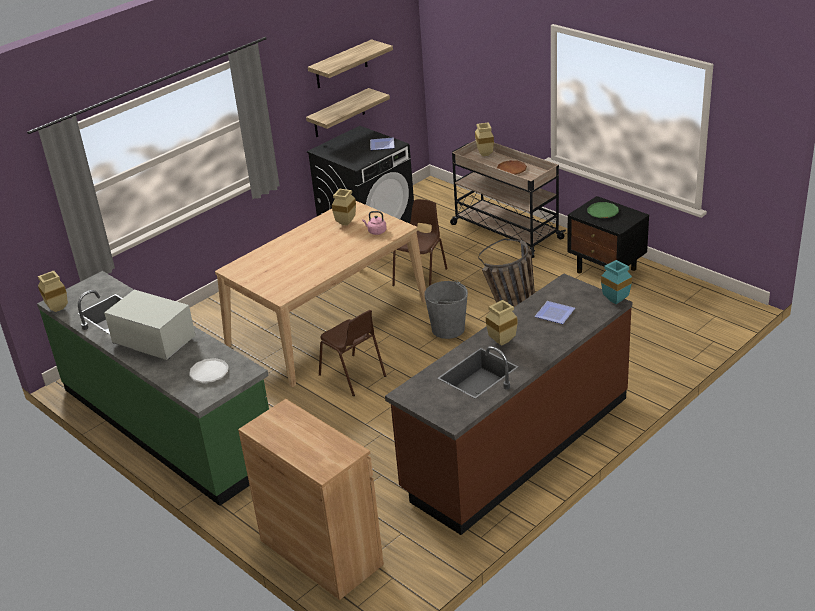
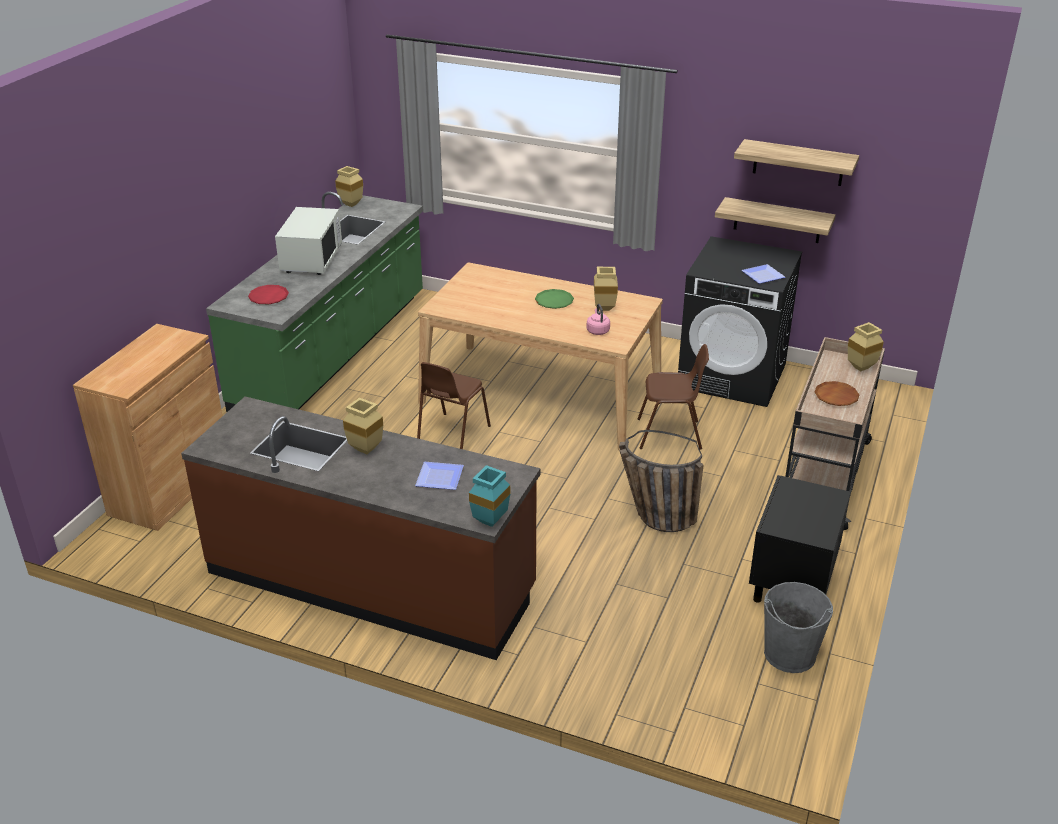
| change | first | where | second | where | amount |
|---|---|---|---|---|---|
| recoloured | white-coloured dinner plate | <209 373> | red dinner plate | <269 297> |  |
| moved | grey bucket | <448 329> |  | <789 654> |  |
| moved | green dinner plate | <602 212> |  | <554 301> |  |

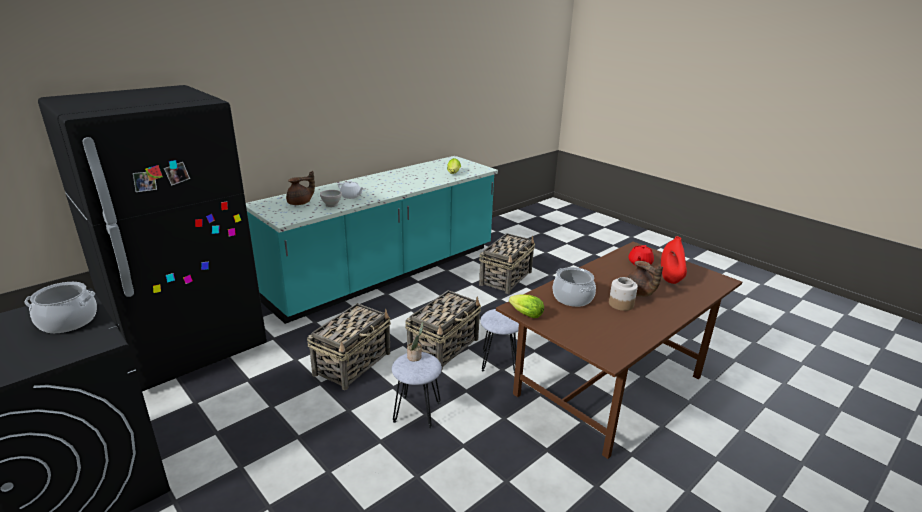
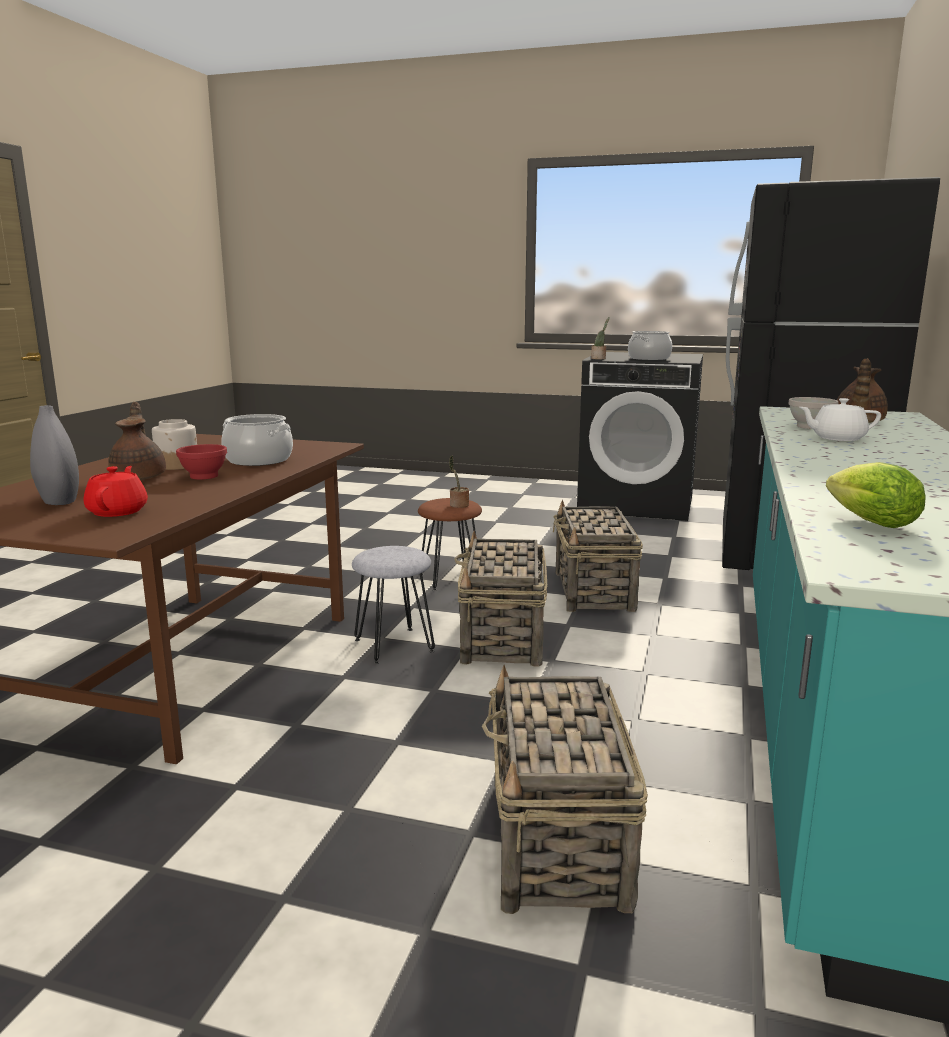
| change | first | where | second | where | amount |
|---|---|---|---|---|---|
| recoloured | grey sitting stool | <416 411> | brownish sitting stool | <451 579> |  |
| removed | lettuce head | <524 314> |  |  |  |
| turned | brownish pot for tea | <639 293> |  | <140 477> | 45 degrees clockwise |
| recoloured | red vase | <670 279> | grey vase | <58 500> |  |
| added |  |  | red serving bowl | <204 476> |  |
| added |  |  | plant in a pot | <599 359> |  |

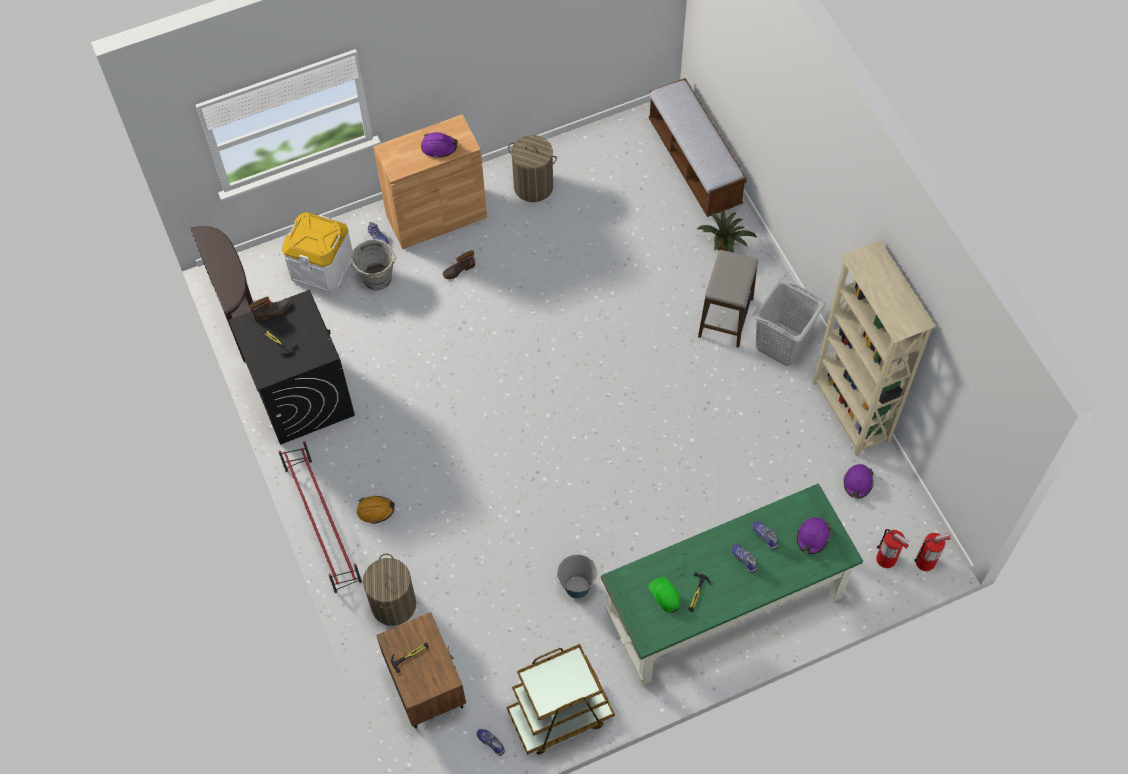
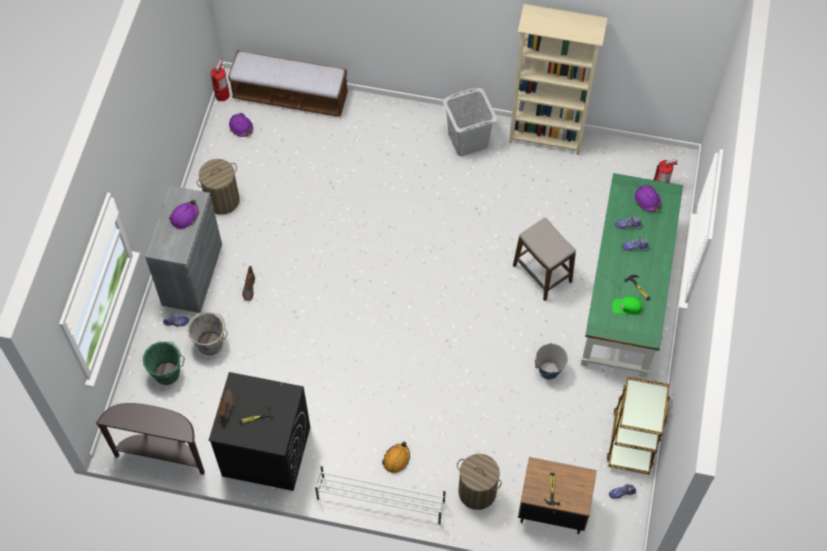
| change | first | where | second | where | amount |
|---|---|---|---|---|---|
| recoloured | red shoe stand | <323 524> | white-coloured shoe stand | <380 500> |  |
| replaced | white-coloured storage box | <322 266> | green bucket | <168 373> |  |
| recoloured | brownish cabinet | <436 216> | grey cabinet | <192 274> |  |
| removed | plant in a pot | <724 245> |  |  |  |
| moved | sitting stool | <725 318> |  | <542 274> |  |
| moved | purple hard hat | <858 483> |  | <241 127> |  |
| moved | fire extinguisher | <925 561> |  | <222 95> |  |

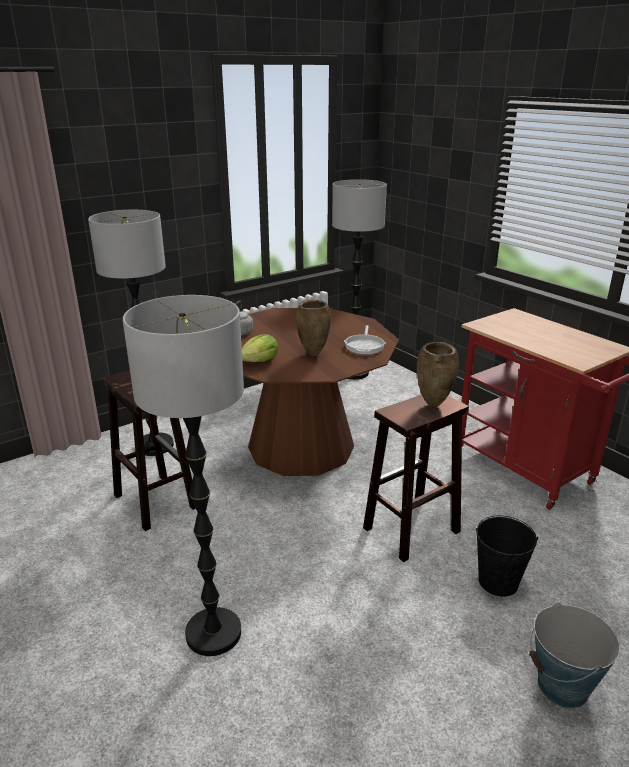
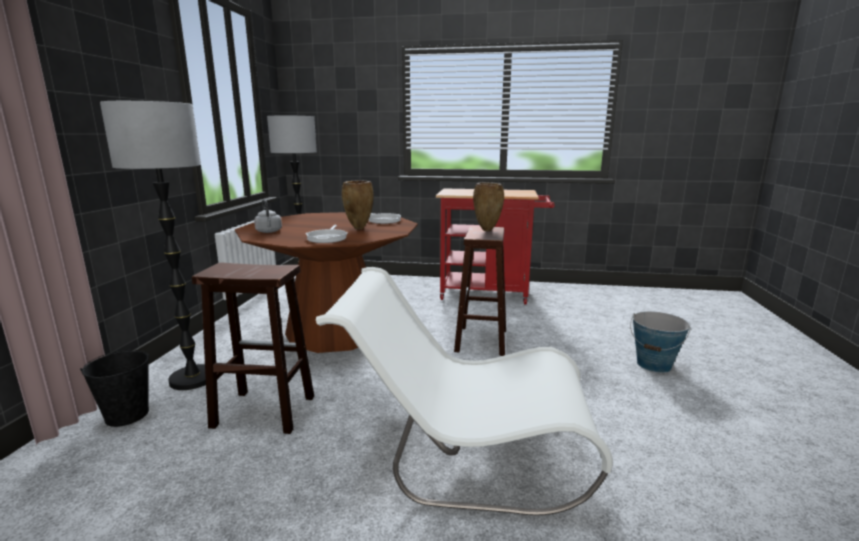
| change | first | where | second | where | amount |
|---|---|---|---|---|---|
| replaced | standard lamp | <213 633> | white-coloured upright chair | <465 455> |  |
| replaced | lettuce head | <260 361> | frying pan | <327 238> |  |
| moved | black-coloured bucket | <498 582> |  | <127 415> |  |

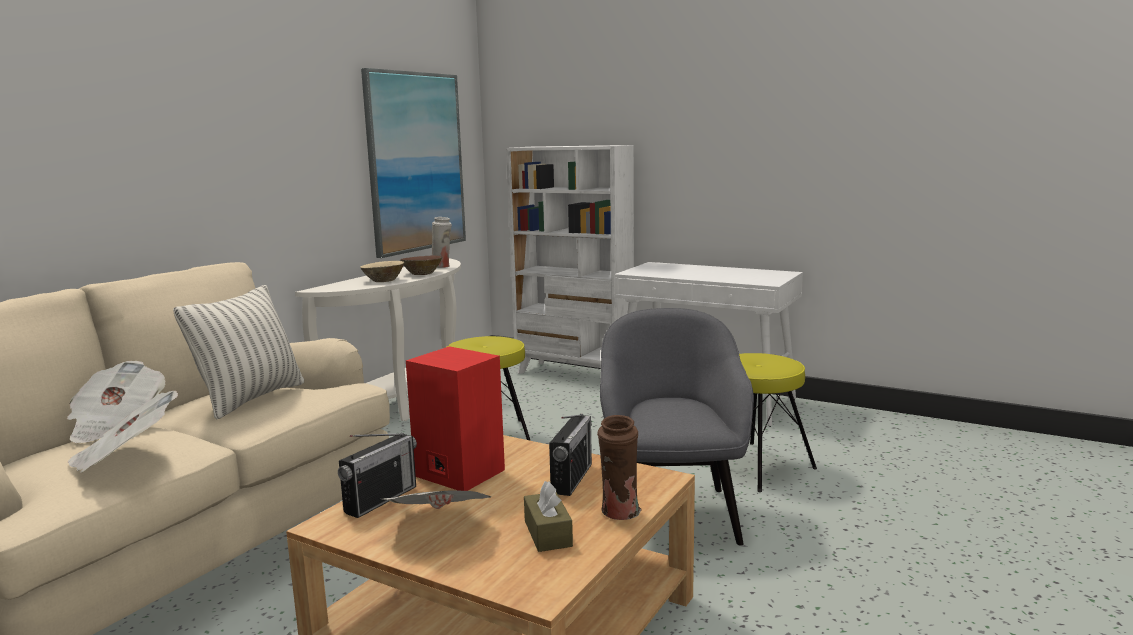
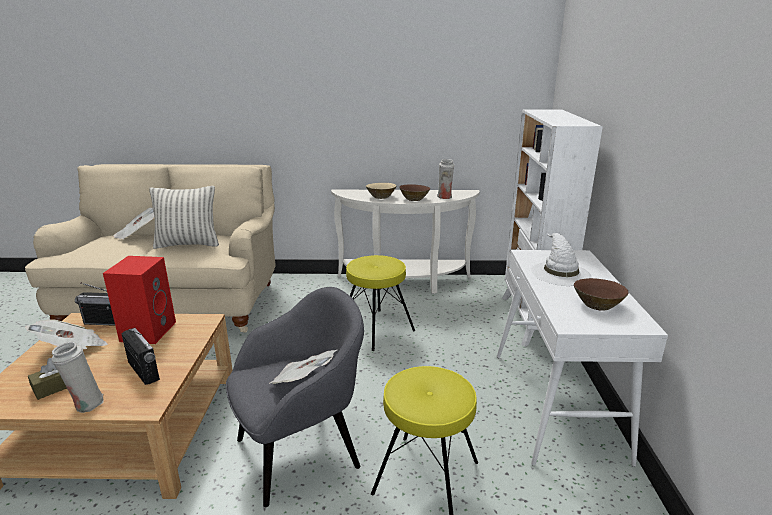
| change | first | where | second | where | amount |
|---|---|---|---|---|---|
| moved | printed paper | <125 457> |  | <304 382> |  |
| removed | picture | <415 162> |  |  |  |
| turned | radio | <572 478> |  | <143 371> | 120 degrees counterclockwise |
| recoloured | brownish vase | <620 513> | white-coloured vase | <86 404> |  |
| added |  |  | white-coloured hat | <560 273> |  |
| added |  |  | brownish serving bowl | <597 305> |  |

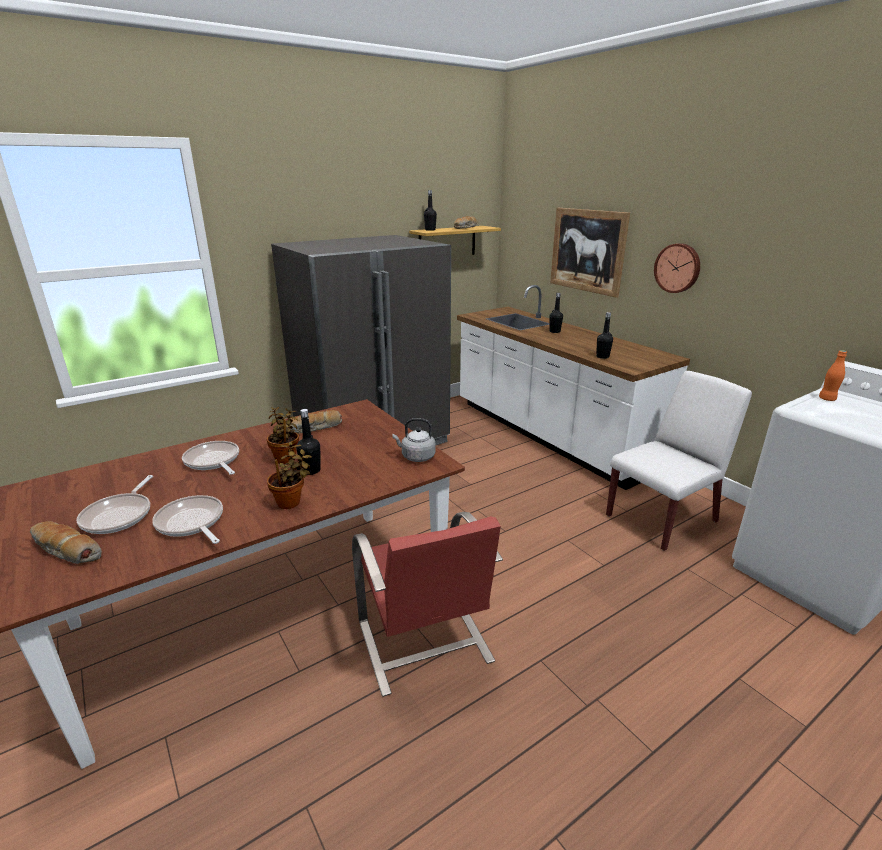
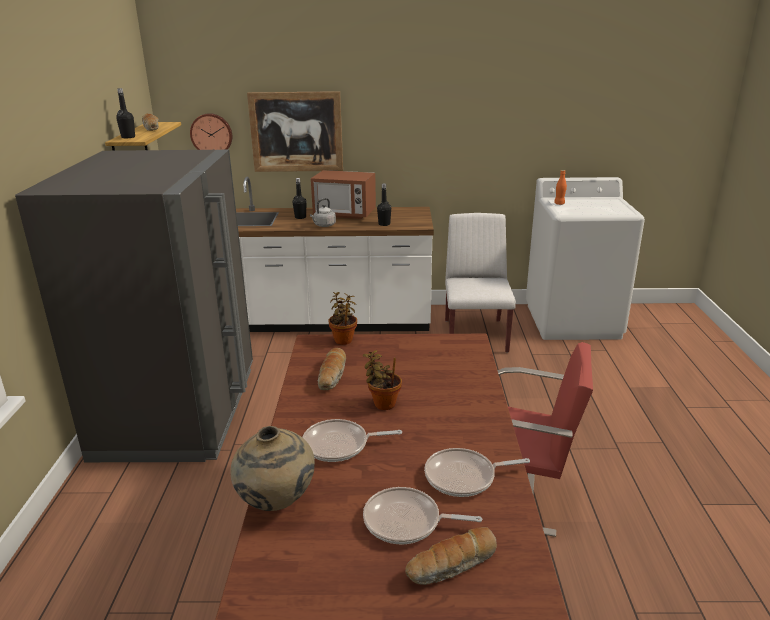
| change | first | where | second | where | amount |
|---|---|---|---|---|---|
| turned | frying pan | <120 515> |  | <406 522> | 150 degrees clockwise |
| moved | plant in a pot | <291 502> |  | <343 339> |  |
| removed | black-coloured beverage bottle | <311 470> |  |  |  |
| moved | grey kettle | <416 457> |  | <324 225> |  |
| moved | wall clock | <678 268> |  | <211 134> |  |
| added |  |  | beige vase | <277 504> |  |
| added |  |  | kitchen microwave | <344 214> |  |

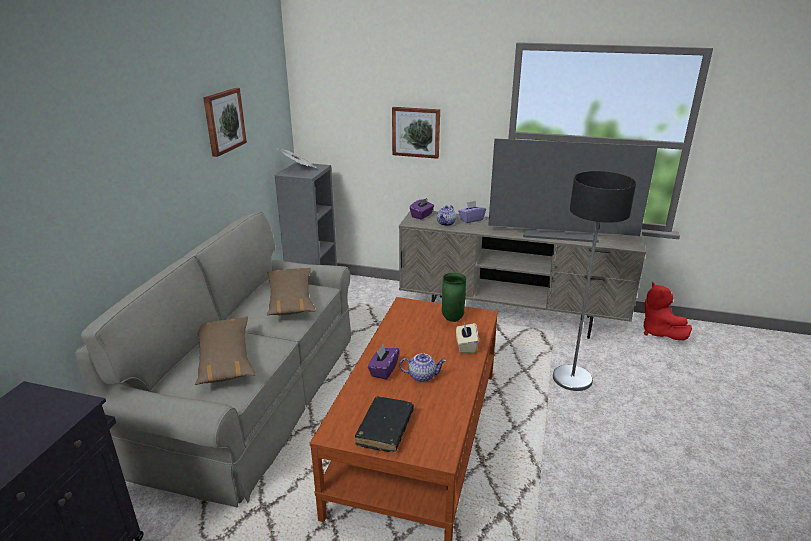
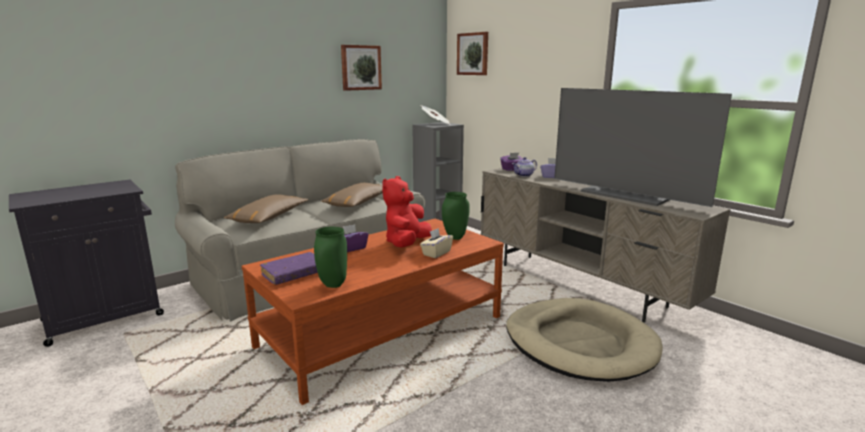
| change | first | where | second | where | amount |
|---|---|---|---|---|---|
| recoloured | black-coloured volume | <385 429> | purple volume | <294 274> |  |
| moved | picture | <416 132> |  | <473 54> |  |
| removed | pot for tea | <422 376> |  |  |  |
| replaced | standard lamp | <571 378> | beige dog bed | <579 343> |  |
| moved | red soft toy | <659 332> |  | <406 244> |  |
| added |  |  | green vase | <332 285> |  |

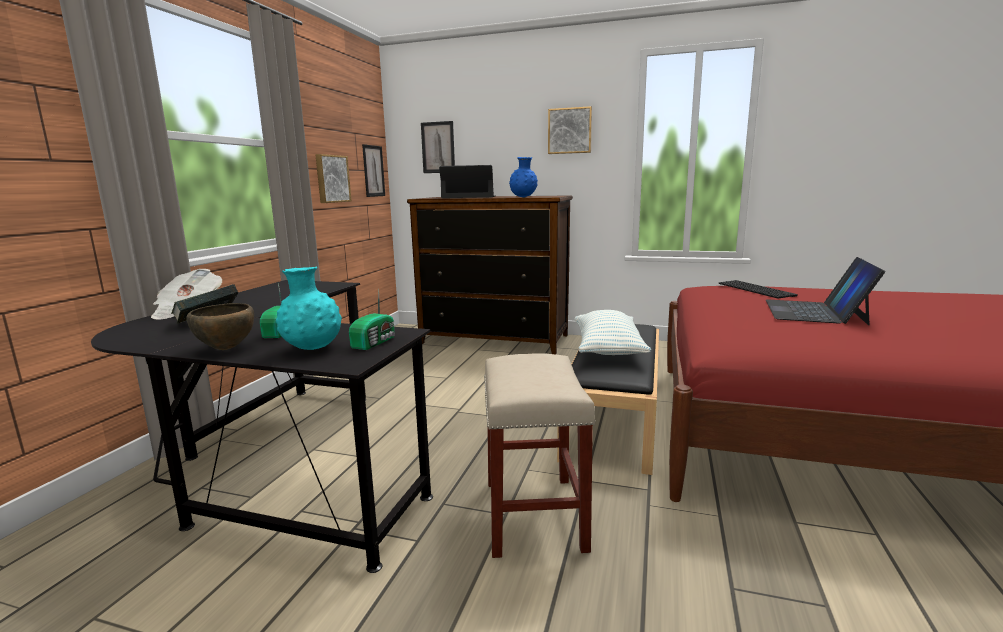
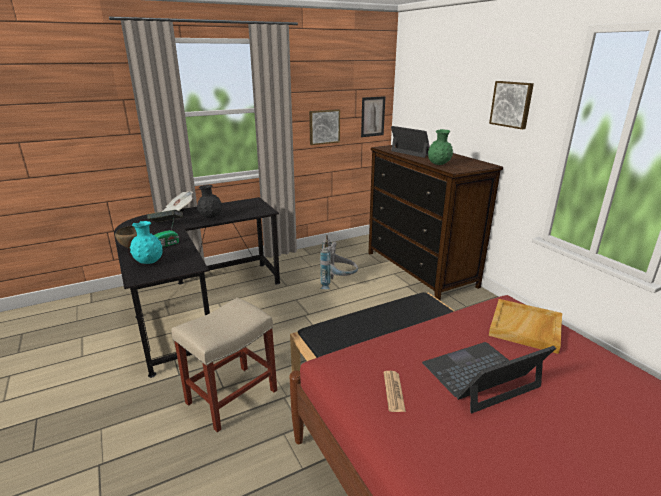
| change | first | where | second | where | amount |
|---|---|---|---|---|---|
| removed | radio | <375 342> |  |  |  |
| removed | picture | <438 147> |  |  |  |
| recoloured | blue-coloured vase | <523 197> | green vase | <439 164> |  |
| removed | pillow | <607 349> |  |  |  |
| replaced | PC keyboard | <757 289> | beige carrying tray | <526 328> |  |
| added |  |  | black-coloured vase | <211 217> |  |
| added |  |  | grey knapsack | <337 284> |  |
| added |  |  | printed paper | <393 391> |  |

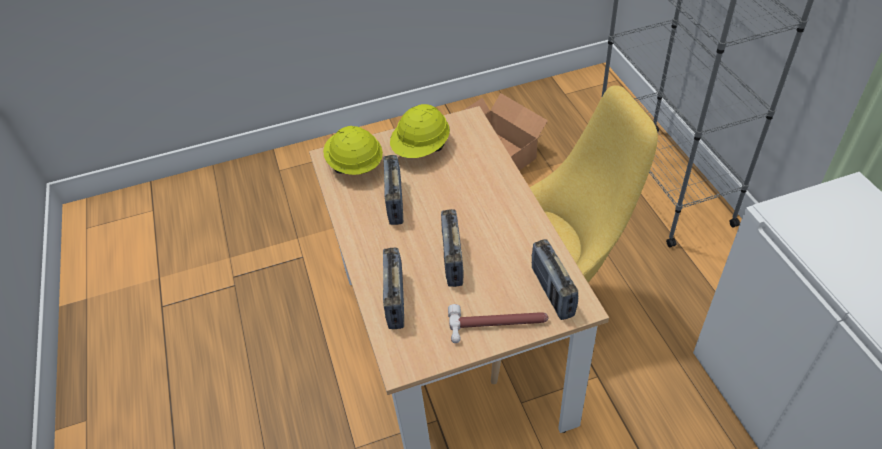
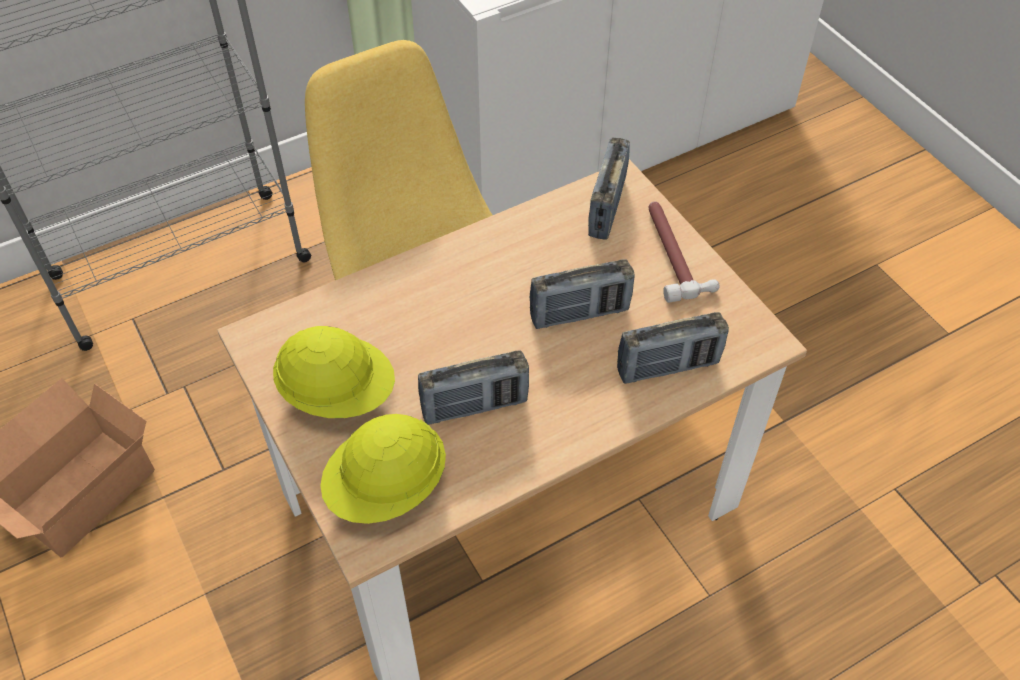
| change | first | where | second | where | amount |
|---|---|---|---|---|---|
| turned | radio | <552 292> |  | <606 208> | 135 degrees clockwise |

